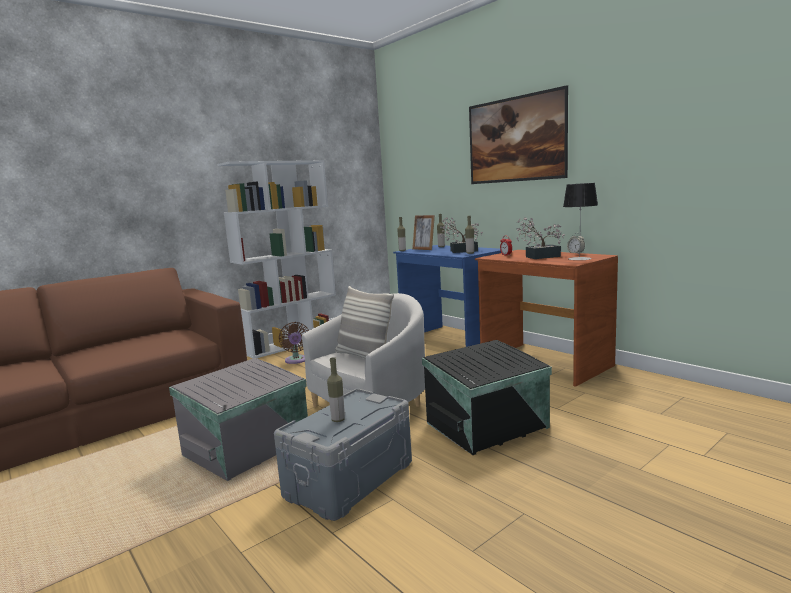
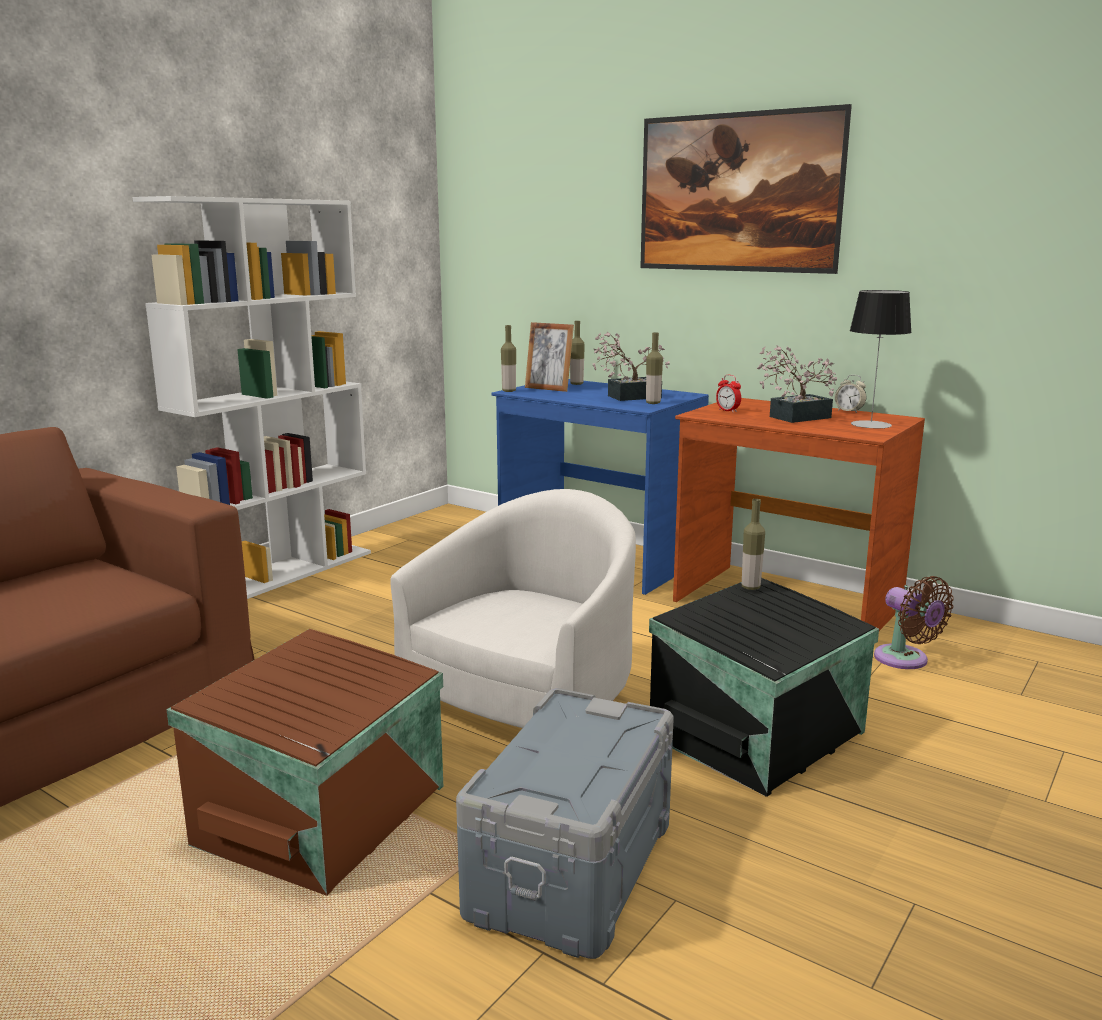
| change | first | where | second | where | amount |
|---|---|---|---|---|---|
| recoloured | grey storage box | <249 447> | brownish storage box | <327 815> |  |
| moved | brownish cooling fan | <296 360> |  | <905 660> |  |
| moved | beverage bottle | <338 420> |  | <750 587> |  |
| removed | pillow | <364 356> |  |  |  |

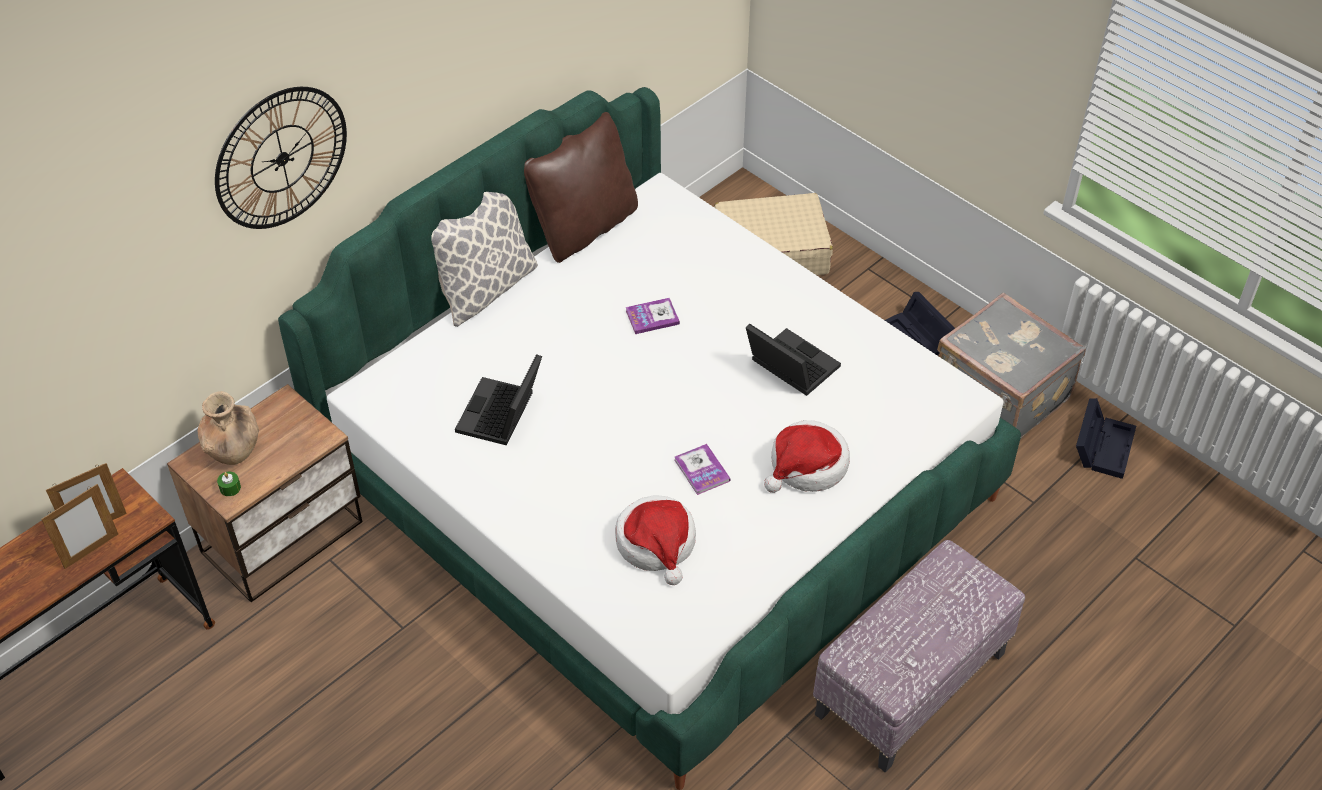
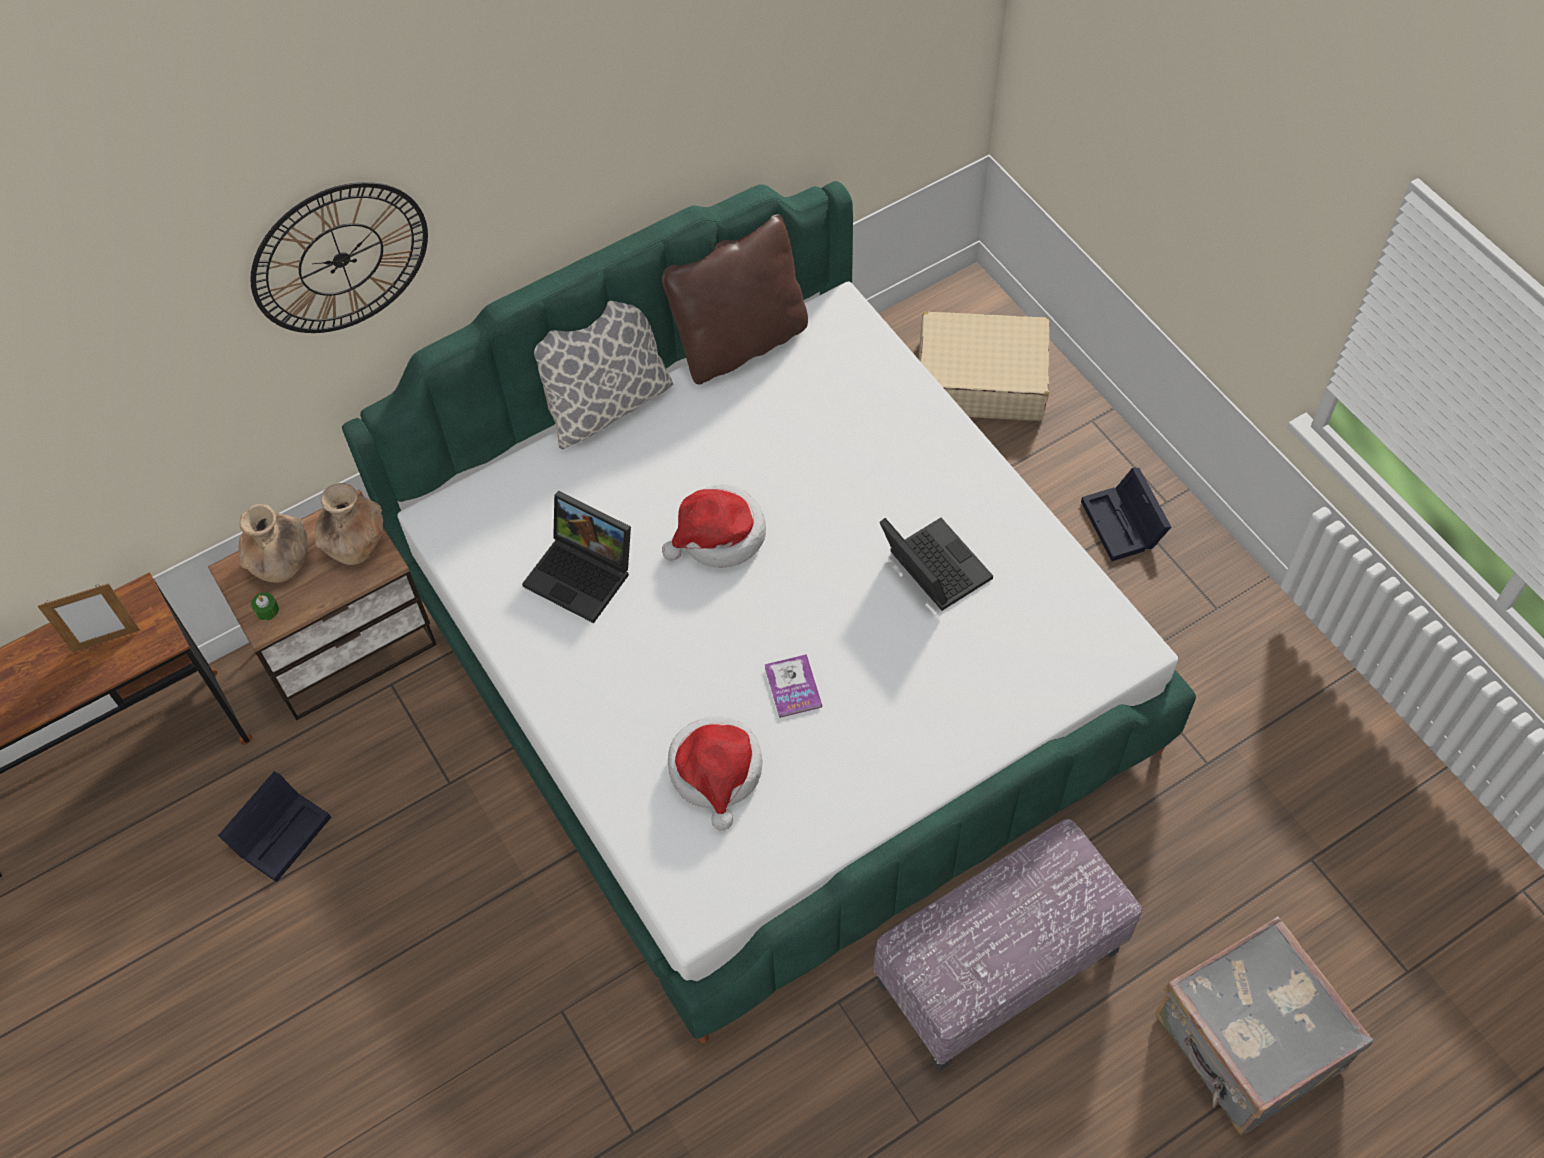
| change | first | where | second | where | amount |
|---|---|---|---|---|---|
| removed | photo frame | <91 551> |  |  |  |
| turned | laptop | <502 416> |  | <584 574> | 90 degrees counterclockwise |
| removed | volume | <652 317> |  |  |  |
| moved | hat | <807 466> |  | <719 536> |  |
| moved | grey travel case | <1000 396> |  | <1245 1045> |  |
| moved | black-coloured storage box | <1102 445> |  | <281 830> |  |
| added |  |  | brownish vase | <356 543> |  |

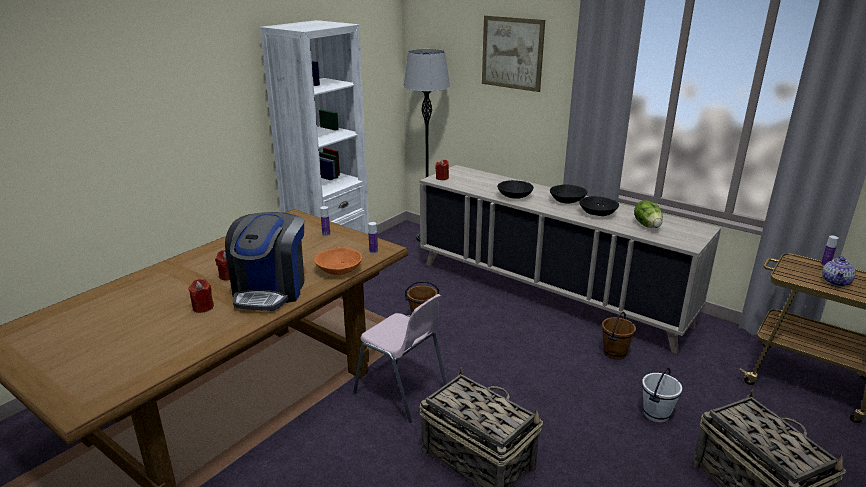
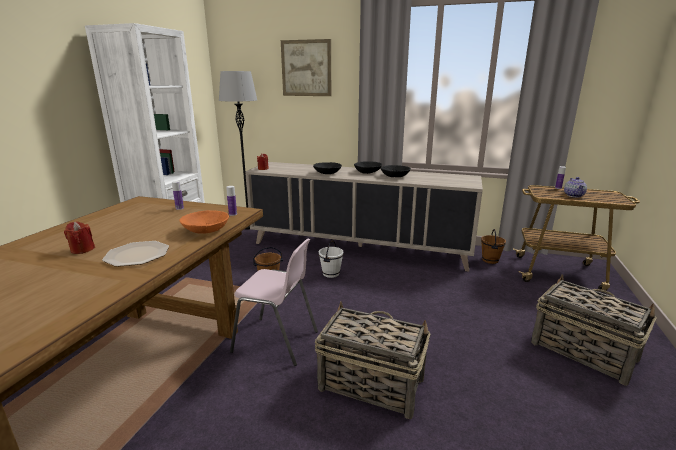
| change | first | where | second | where | amount |
|---|---|---|---|---|---|
| removed | red wax light | <203 307> |  |  |  |
| replaced | coffee maker | <270 290> | dinner plate | <137 254> |  |
| moved | brownish bucket | <615 353> |  | <490 260> |  |
| removed | lettuce head | <647 225> |  |  |  |
| moved | white-coloured bucket | <656 414> |  | <331 274> |  |

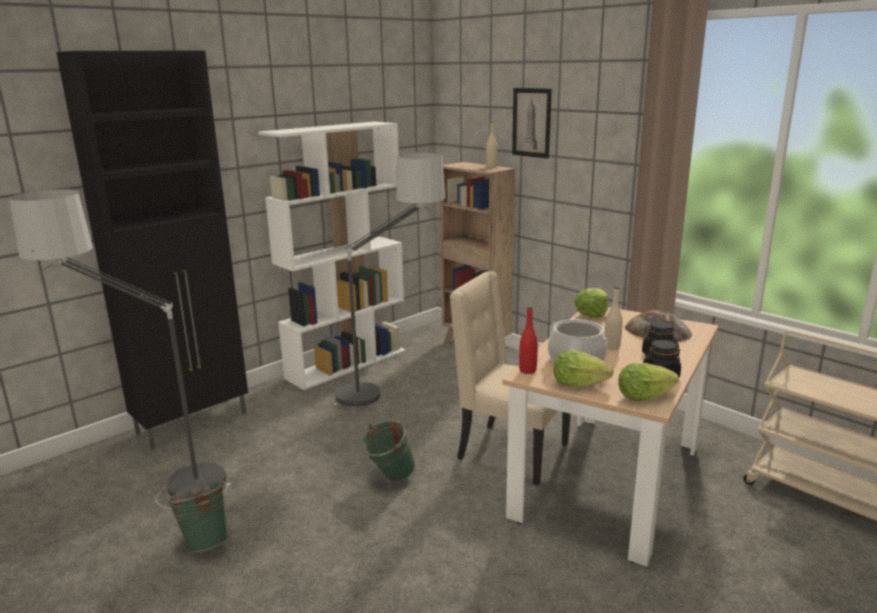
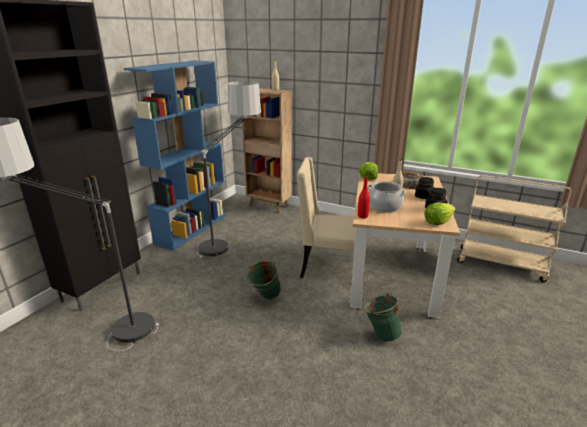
| change | first | where | second | where | amount |
|---|---|---|---|---|---|
| moved | green bucket | <205 541> |  | <380 334> |  |
| recoloured | white-coloured shelving unit | <347 364> | blue-coloured shelving unit | <192 229> |  |
| removed | picture | <531 122> |  |  |  |
| removed | lettuce head | <578 384> |  |  |  |

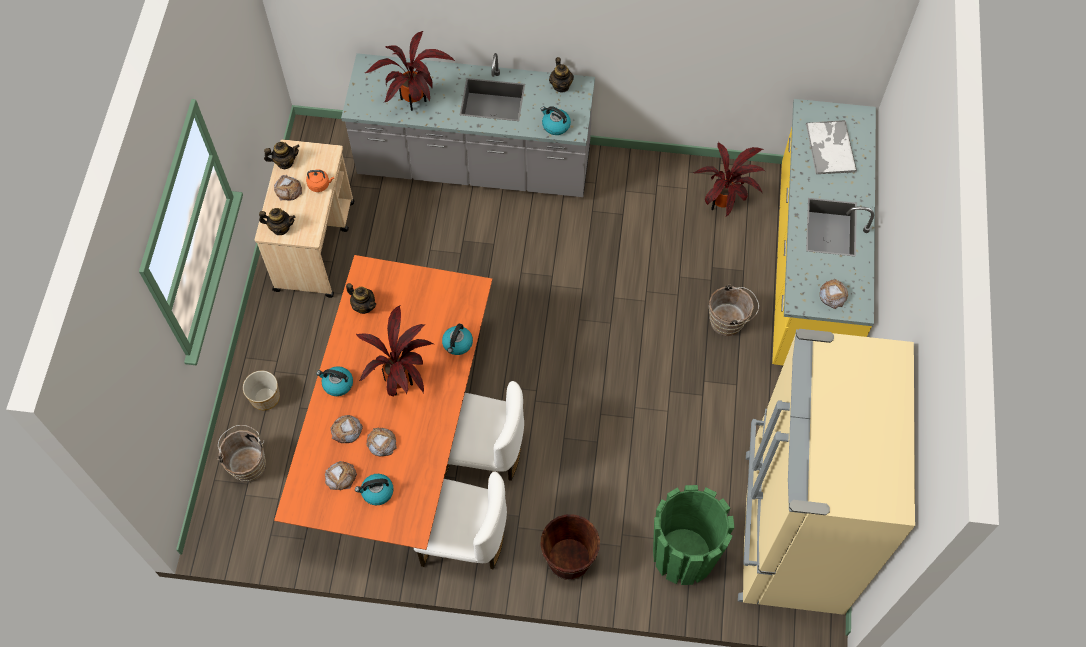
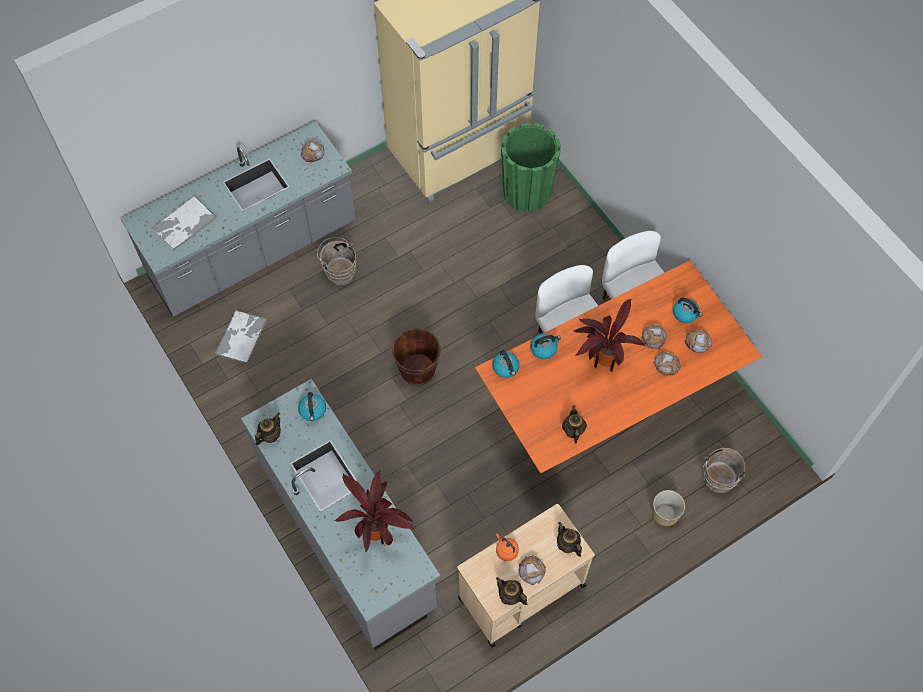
| change | first | where | second | where | amount |
|---|---|---|---|---|---|
| moved | kettle | <337 384> |  | <506 368> |  |
| moved | brownish bucket | <569 559> |  | <417 370> |  |
| replaced | plant in a pot | <723 206> | carrying tray | <241 336> |  |
| recoloured | yellow kitchen counter | <808 269> | grey kitchen counter | <254 252> |  |

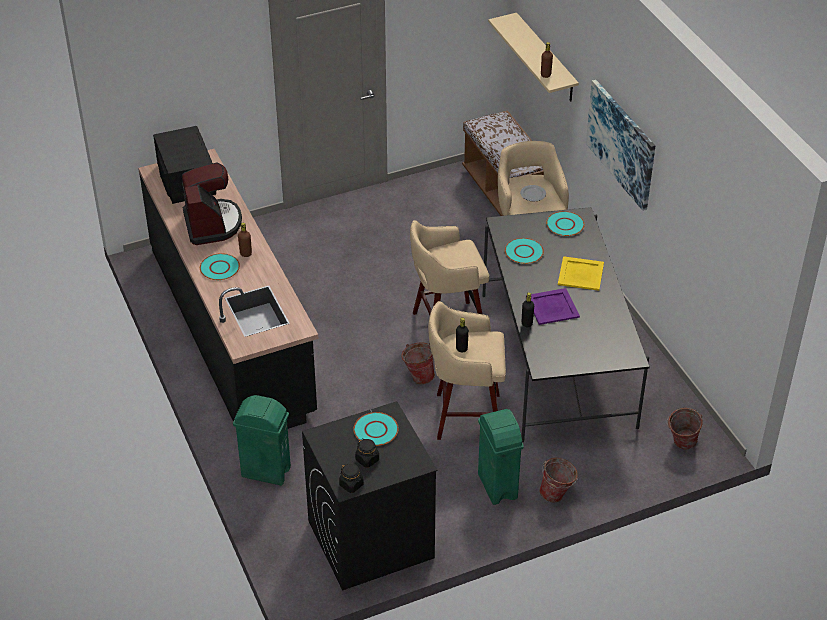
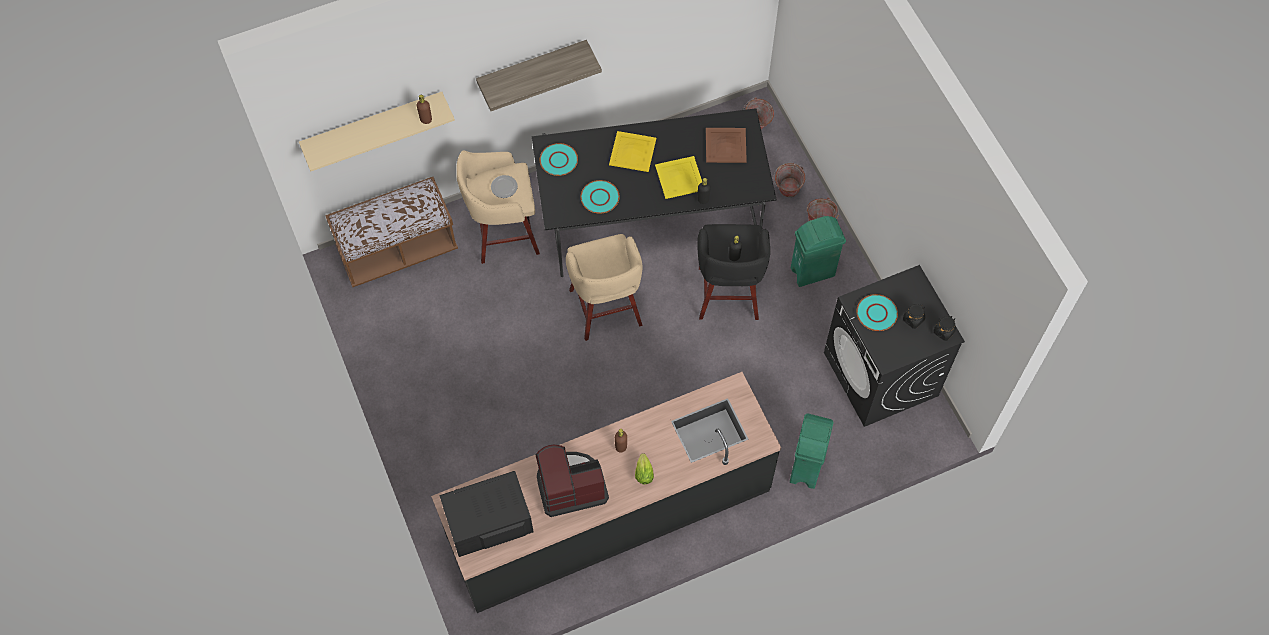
| change | first | where | second | where | amount |
|---|---|---|---|---|---|
| replaced | blue-green dinner plate | <219 268> | lettuce head | <643 471> |  |
| moved | bucket | <418 376> |  | <786 192> |  |
| recoloured | beige sitting stool | <465 416> | black-coloured sitting stool | <728 295> |  |
| recoloured | purple carrying tray | <552 307> | yellow carrying tray | <680 178> |  |
| replaced | picture | <621 143> | wall shelf | <532 68> |  |
| added |  |  | brownish carrying tray | <725 146> |  |

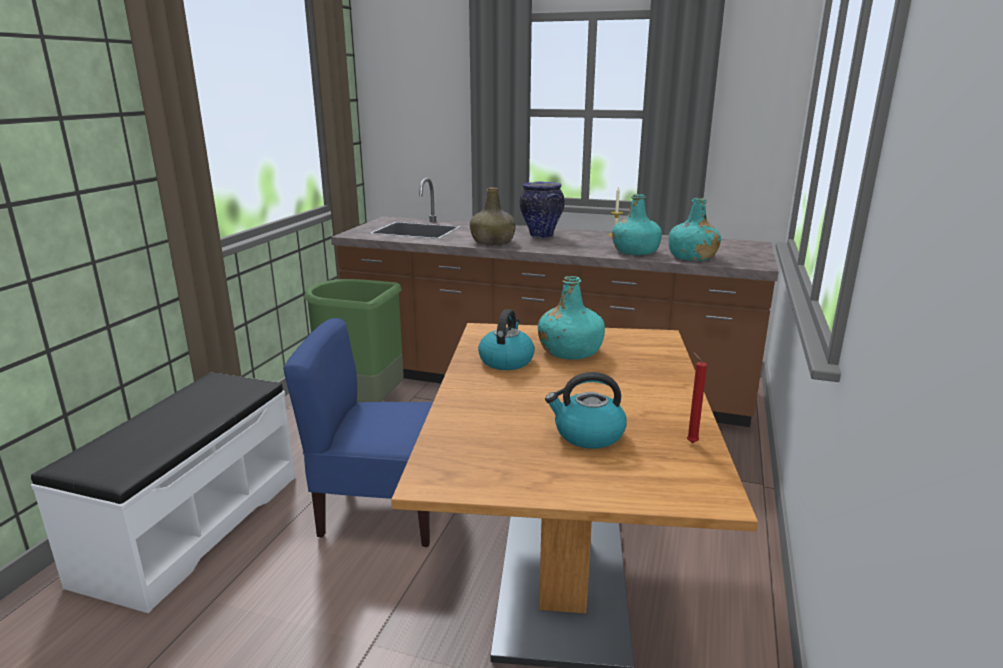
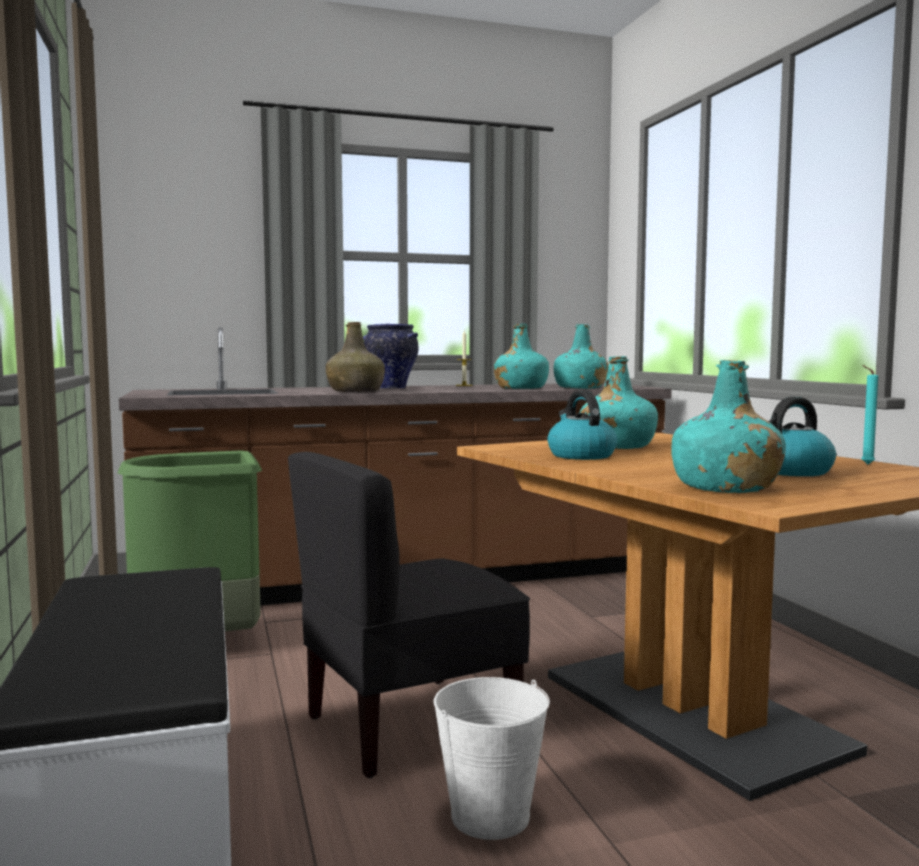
| change | first | where | second | where | amount |
|---|---|---|---|---|---|
| recoloured | blue-coloured upright chair | <384 510> | black-coloured upright chair | <409 726> |  |
| recoloured | red wax light | <690 442> | blue-green wax light | <865 464> |  |
| added |  |  | white-coloured bucket | <489 815> |  |
| added |  |  | blue-green beverage bottle | <725 487> |  |

